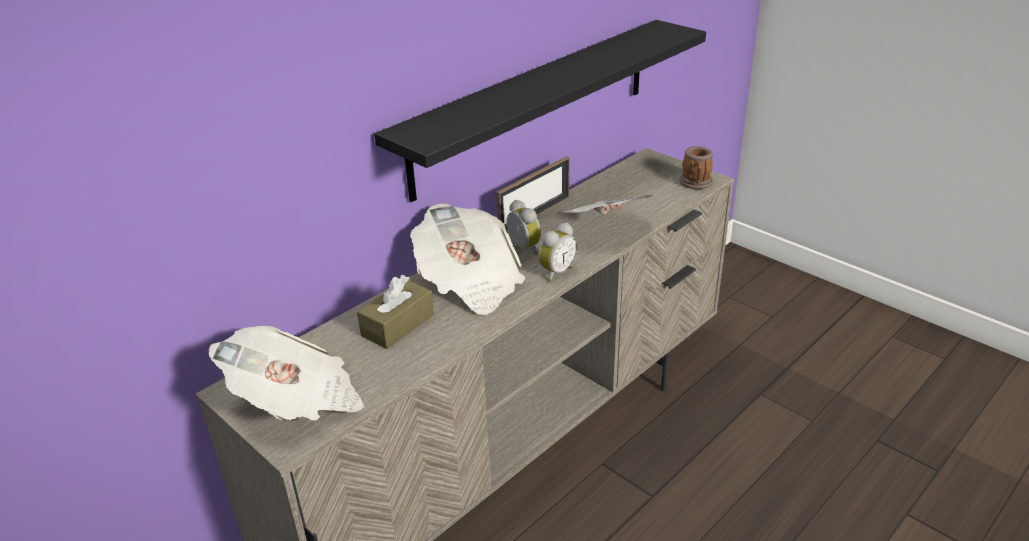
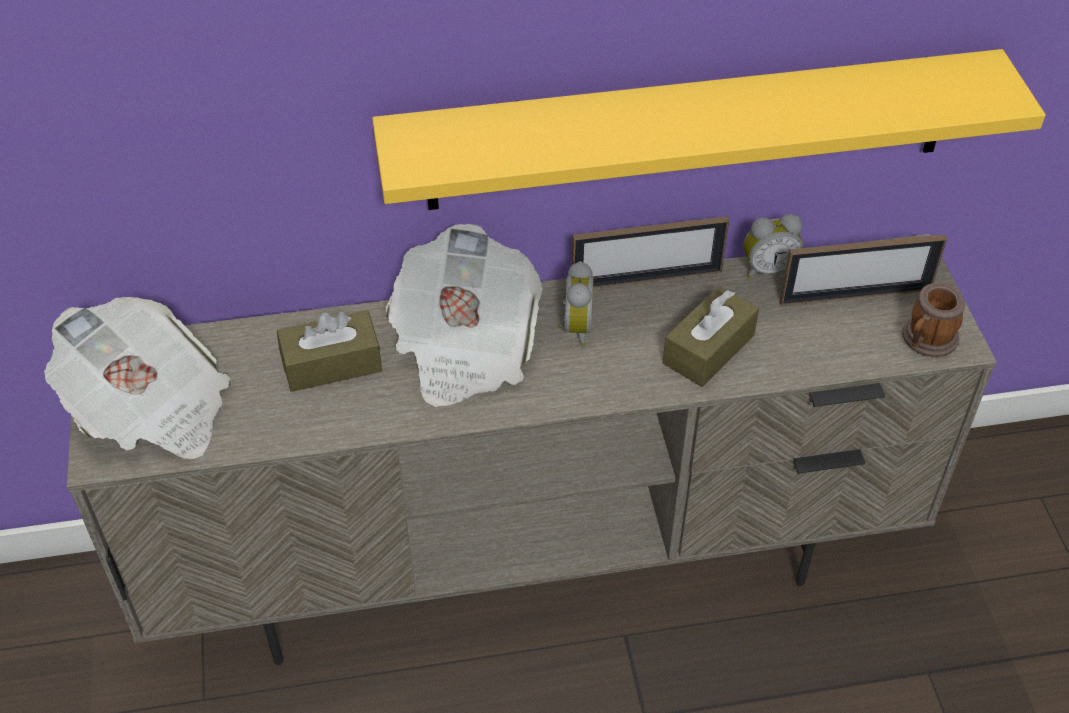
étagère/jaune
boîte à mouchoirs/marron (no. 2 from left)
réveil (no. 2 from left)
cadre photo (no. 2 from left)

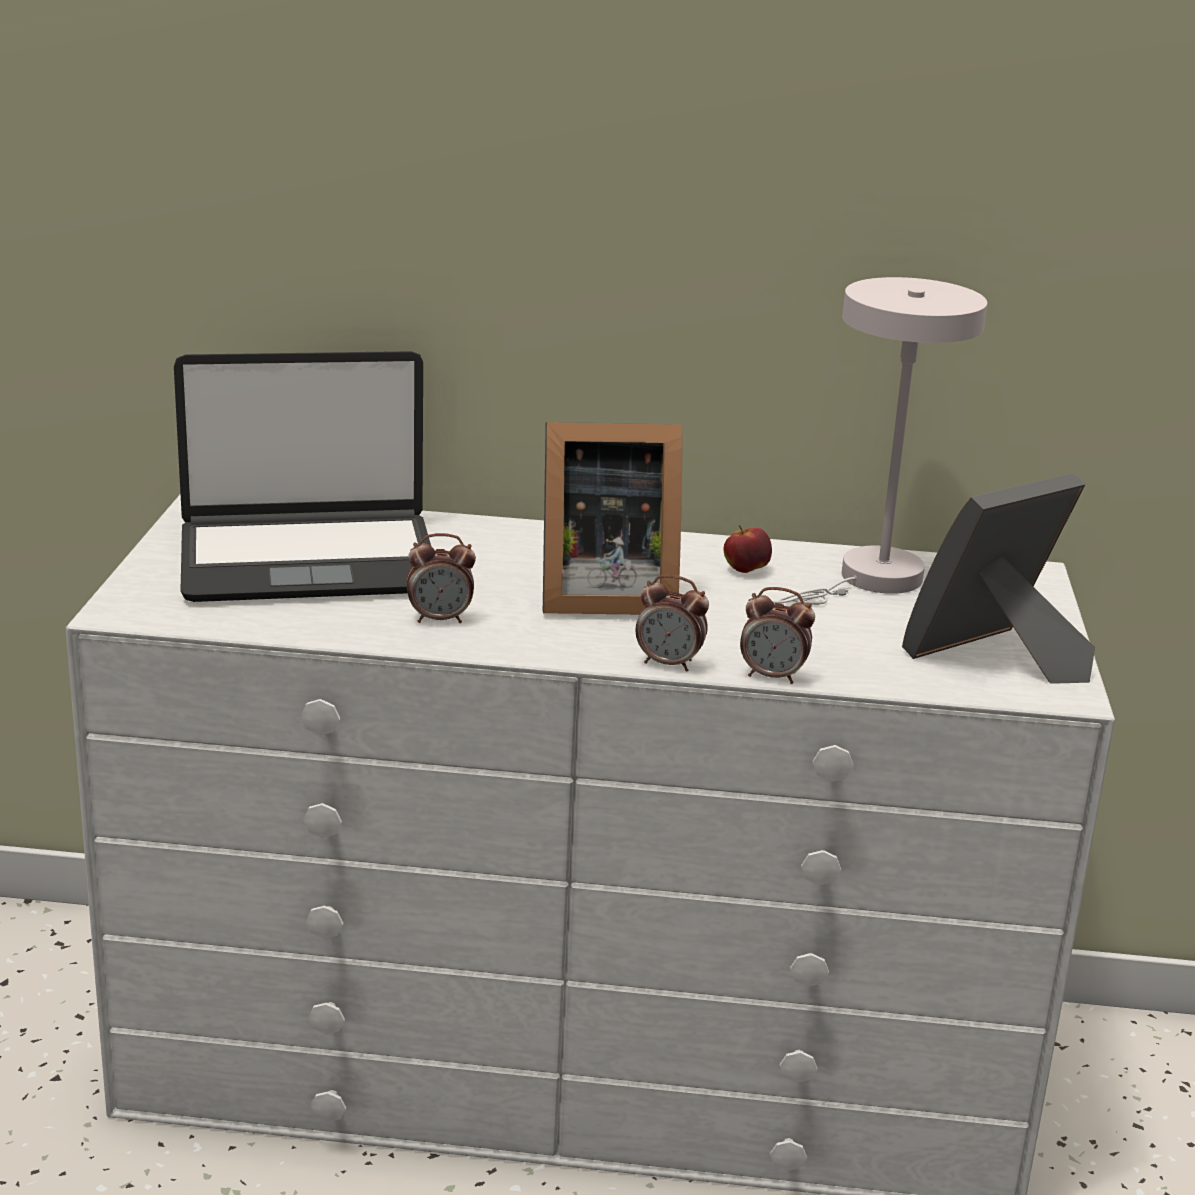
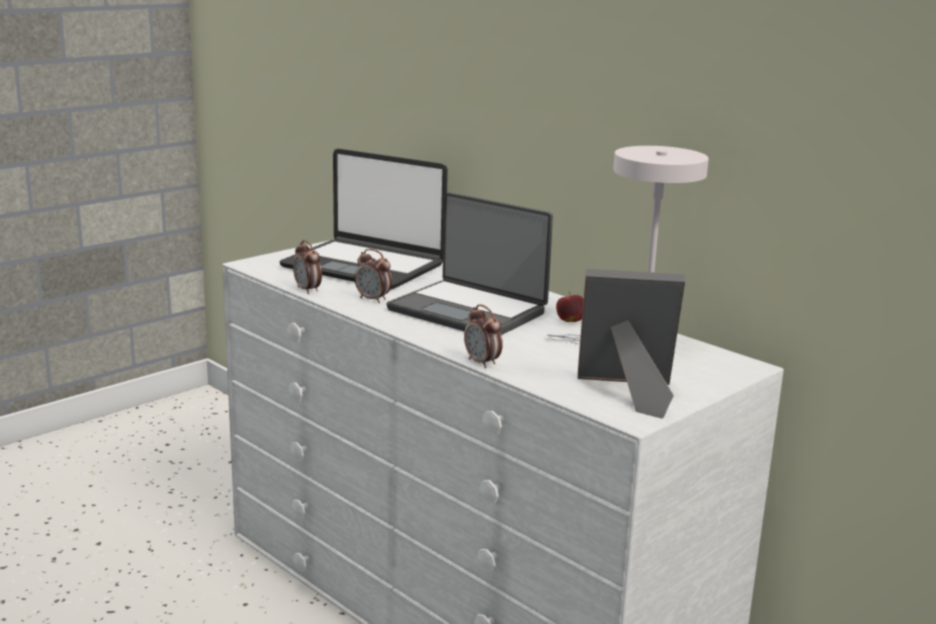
réveil (no. 1 from left)
ordinateur portable (no. 2 from left)

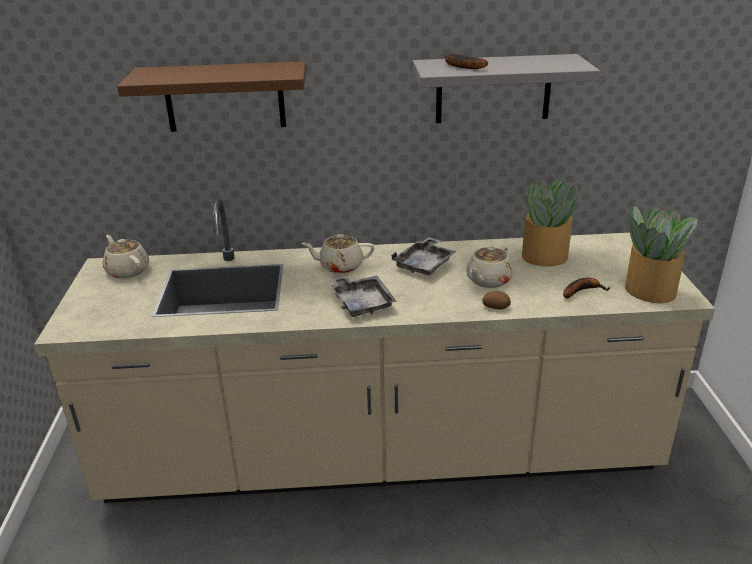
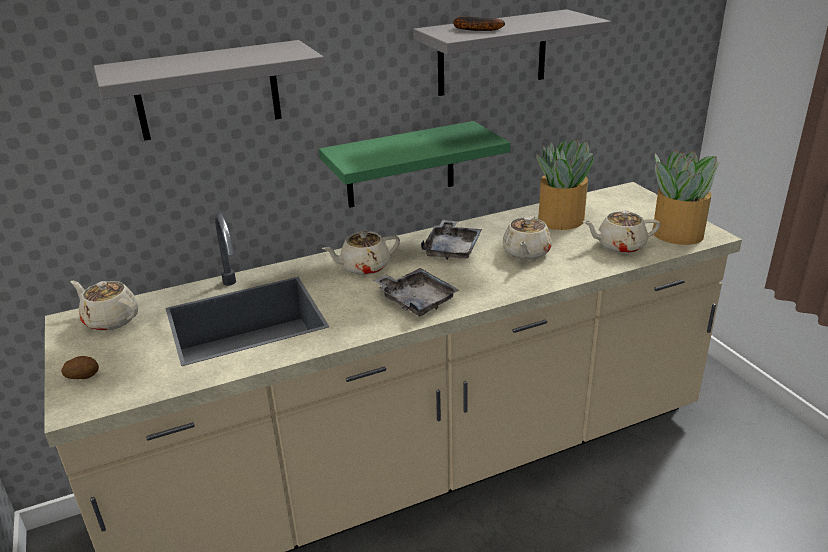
pomme de terre
étagère/gris (no. 1 from left)
étagère/vert
théière/beige (no. 4 from left)

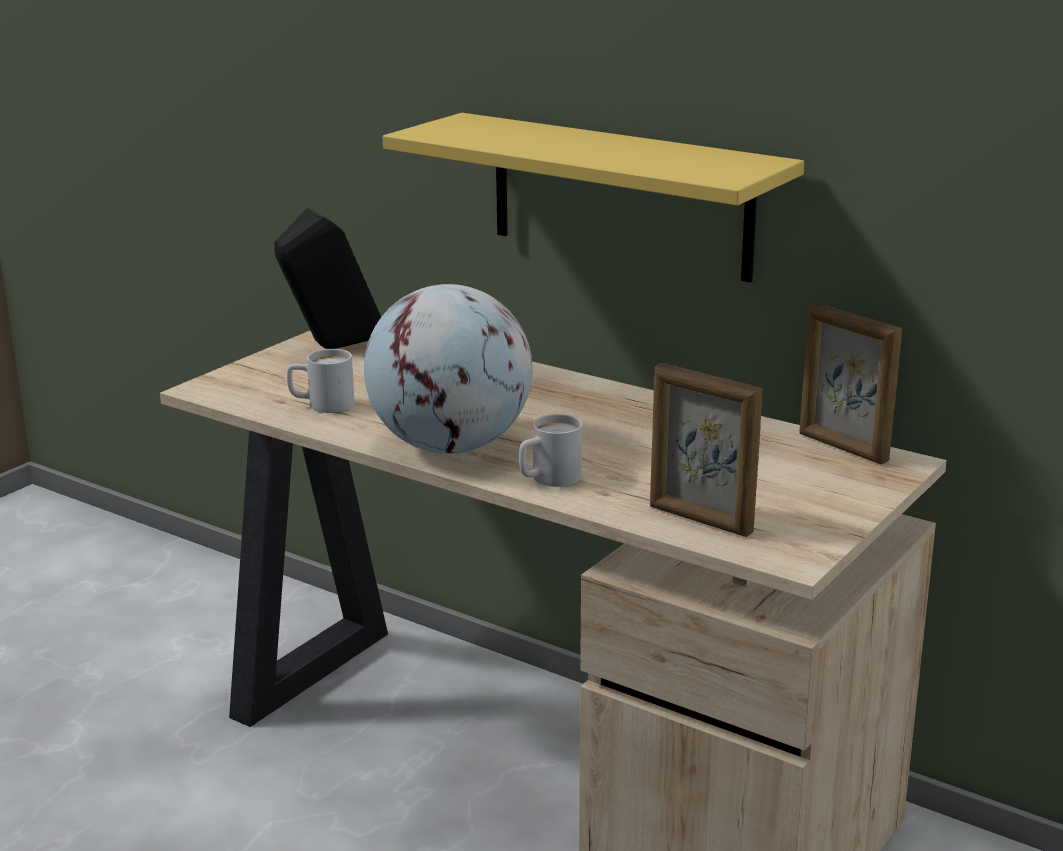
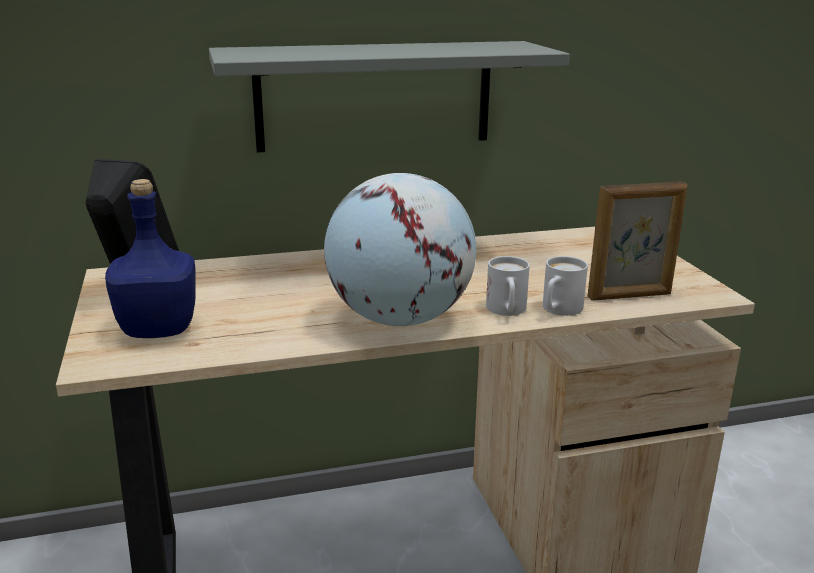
bouteille/bleu
étagère/gris
mug/blanc (no. 2 from left)
cadre photo (no. 2 from left in the first image)

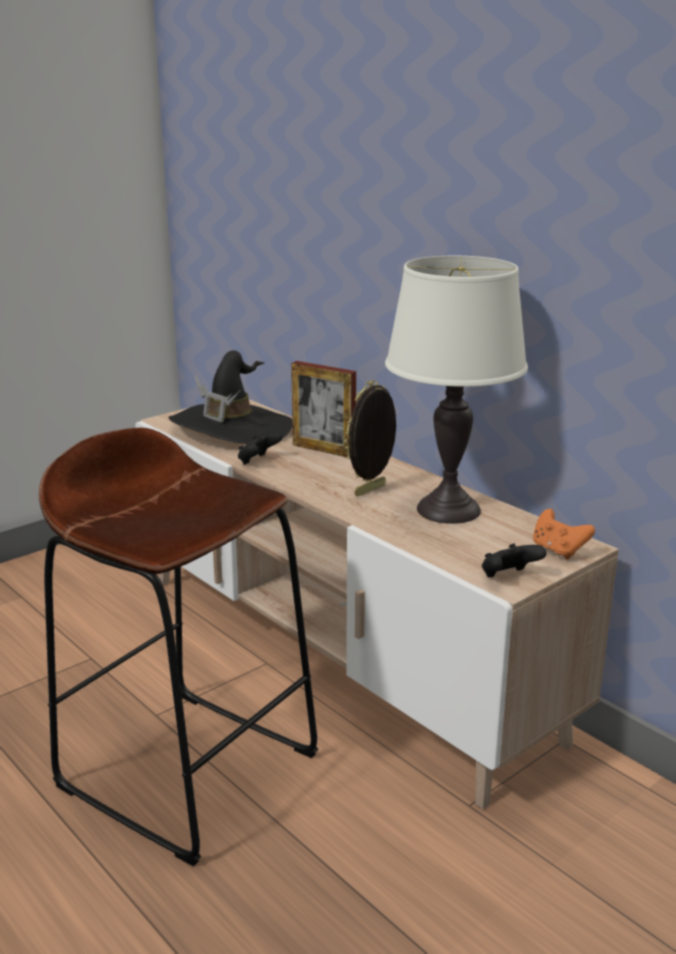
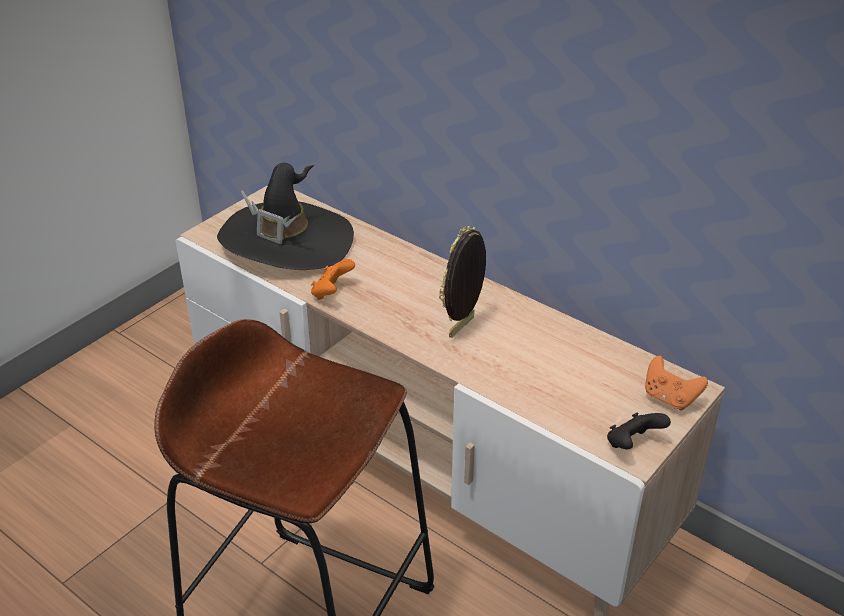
manette/orange (no. 1 from left)
cadre photo (no. 1 from left in the first image)
lampe de table/blanc

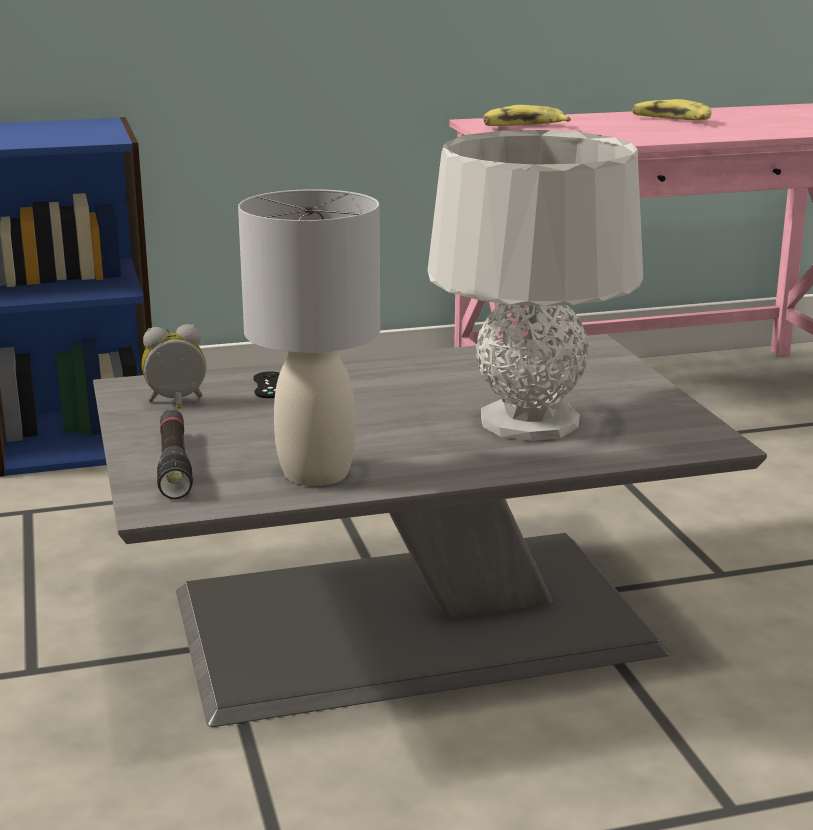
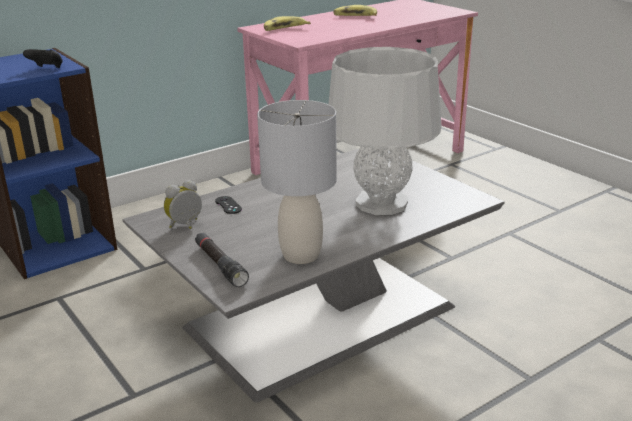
manette/noir (no. 1 from left)

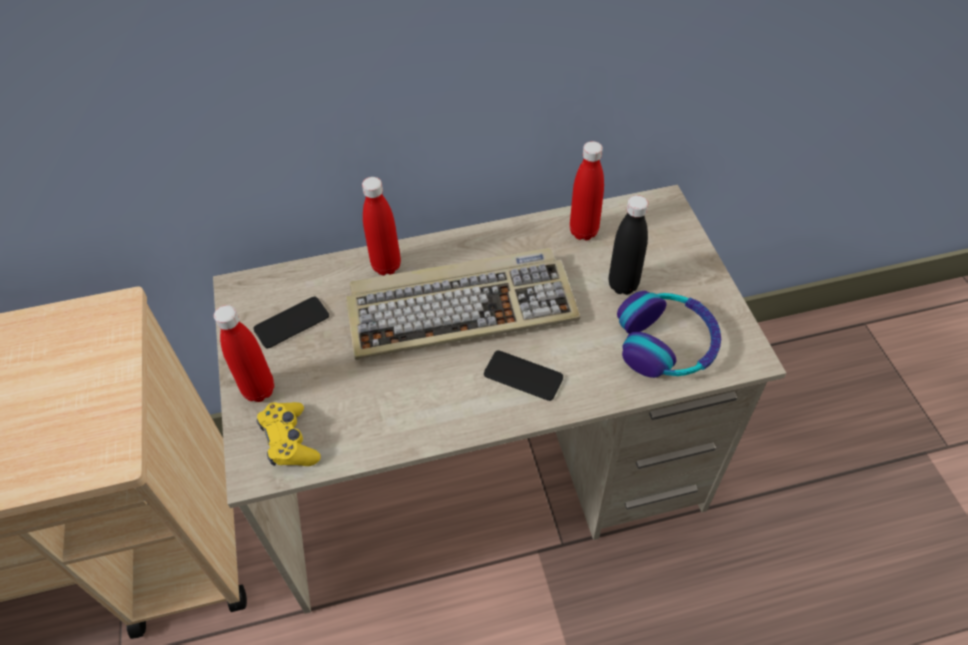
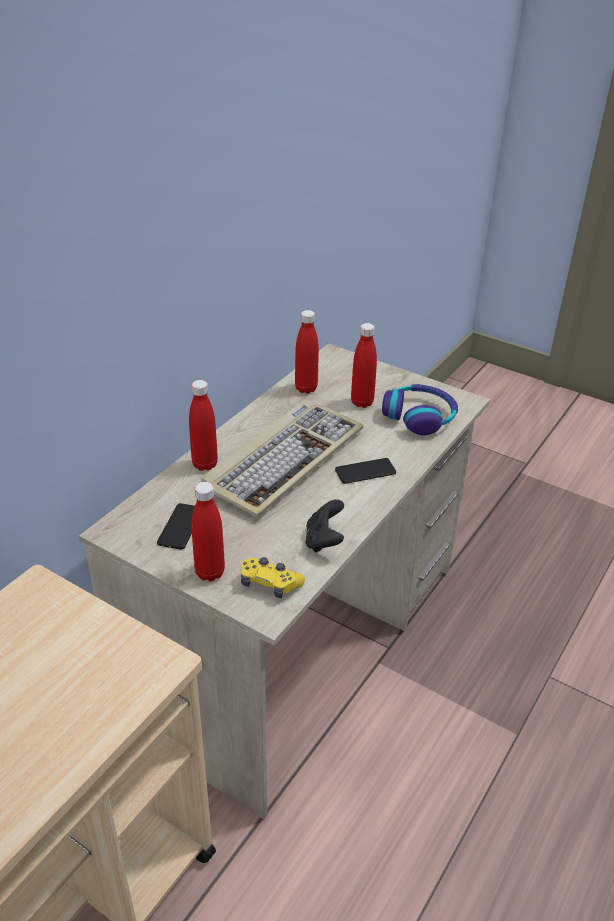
manette/noir
bouteille/rouge (no. 4 from left)

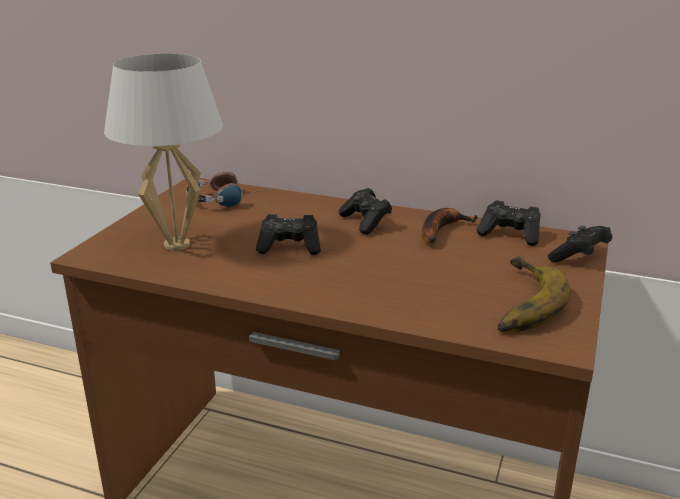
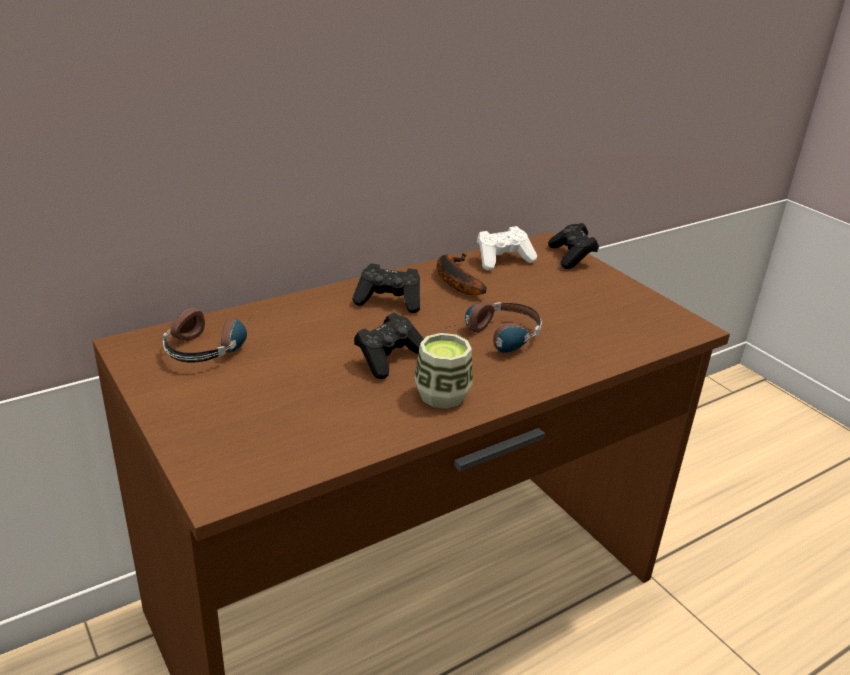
tasse
casque audio (no. 2 from left)
manette/blanc
lampe de table/blanc
banane (no. 2 from left in the first image)

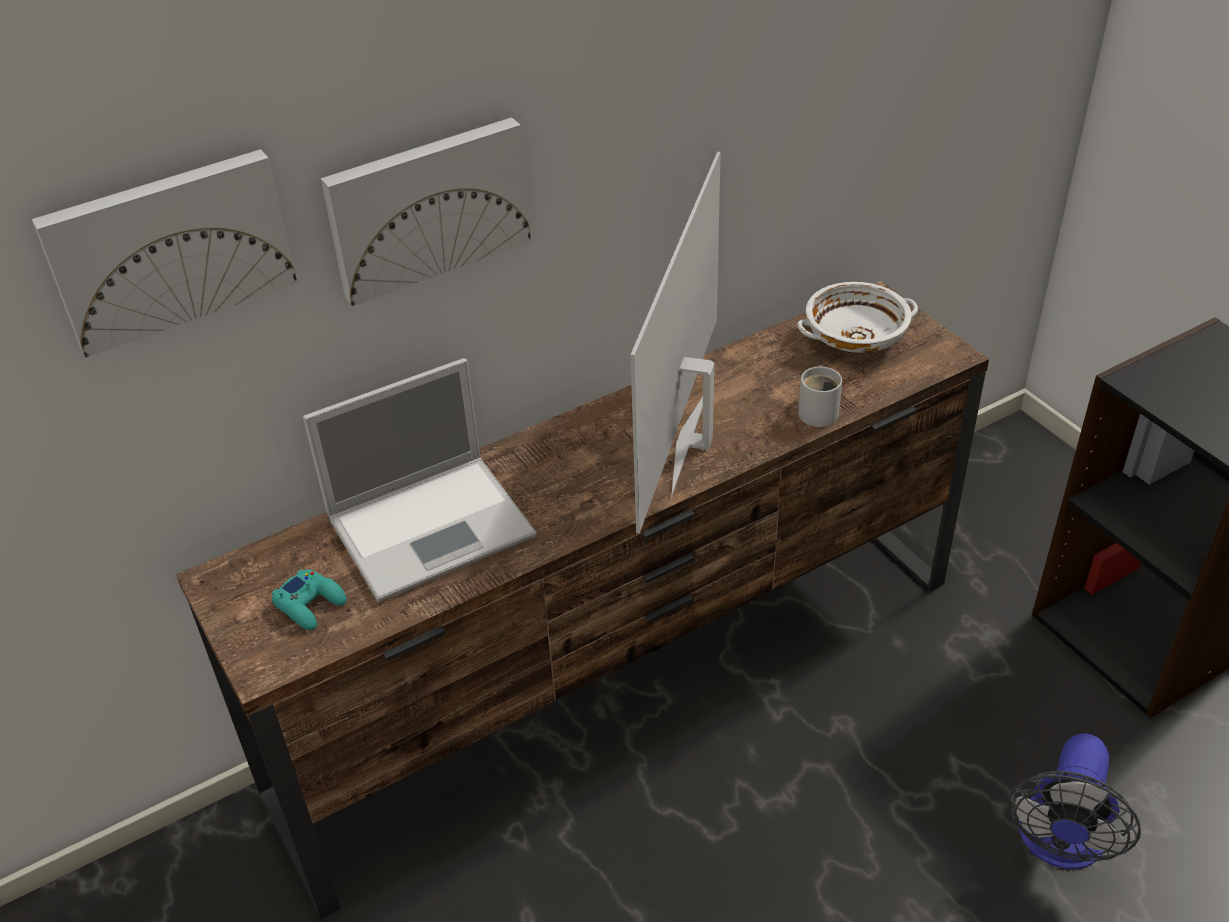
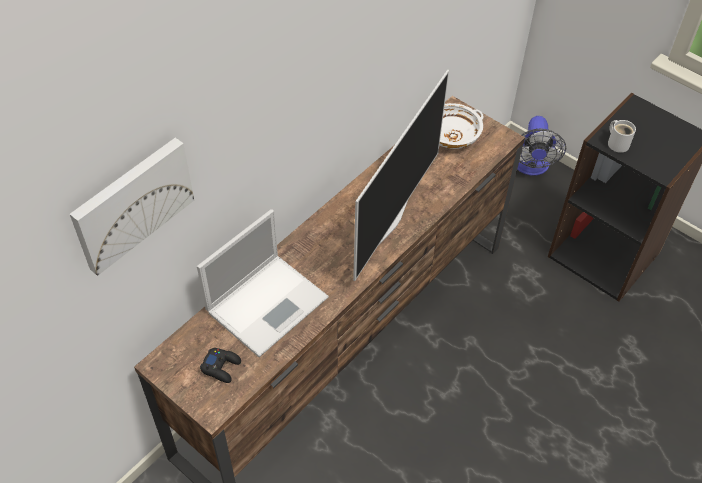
manette/noir
téléviseur
ventilateur
mug/blanc
tableau (no. 2 from left in the first image)

